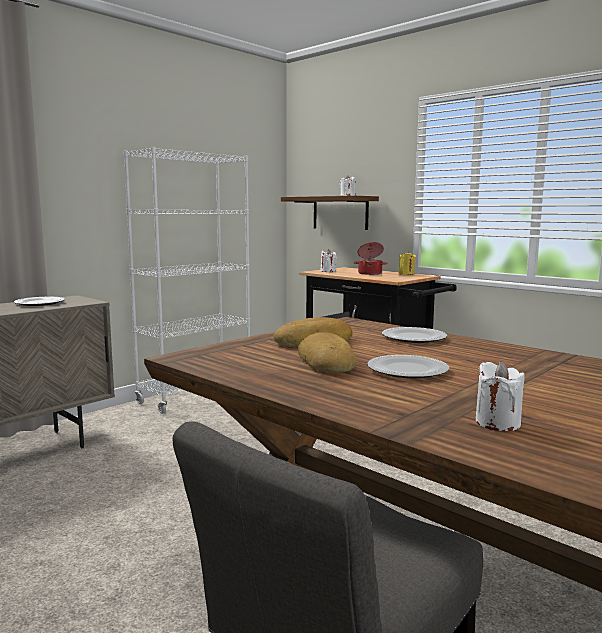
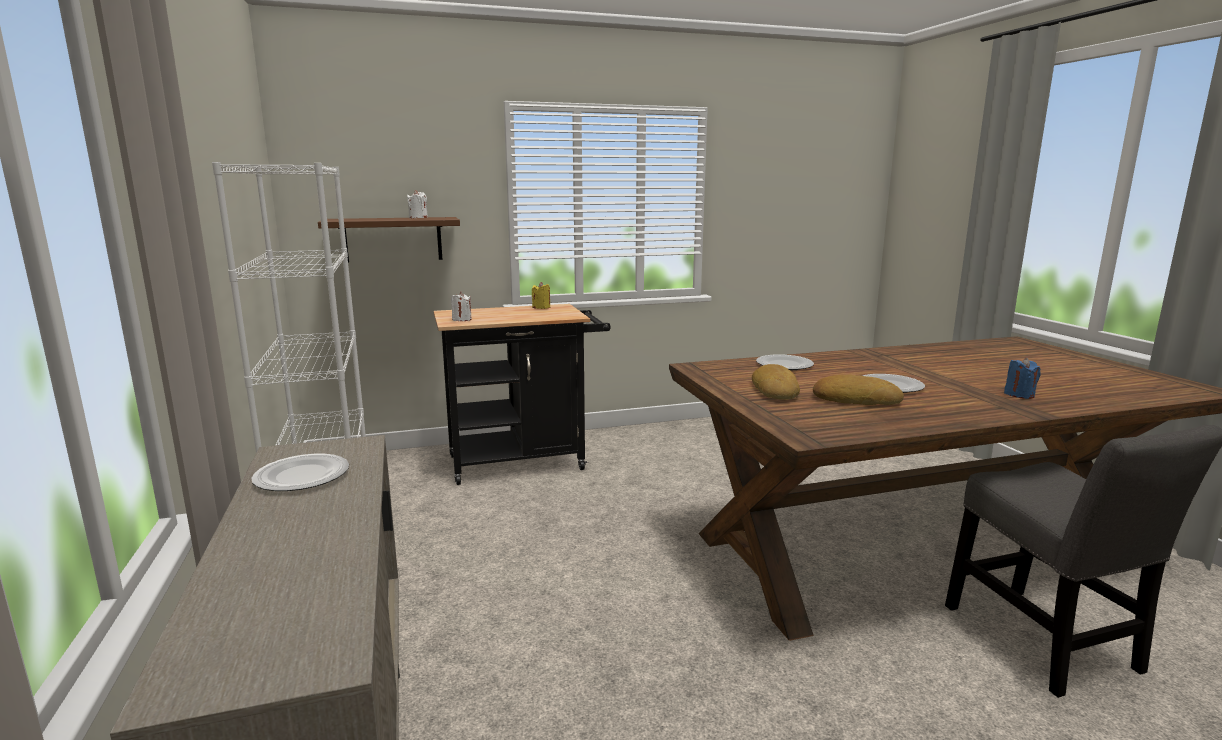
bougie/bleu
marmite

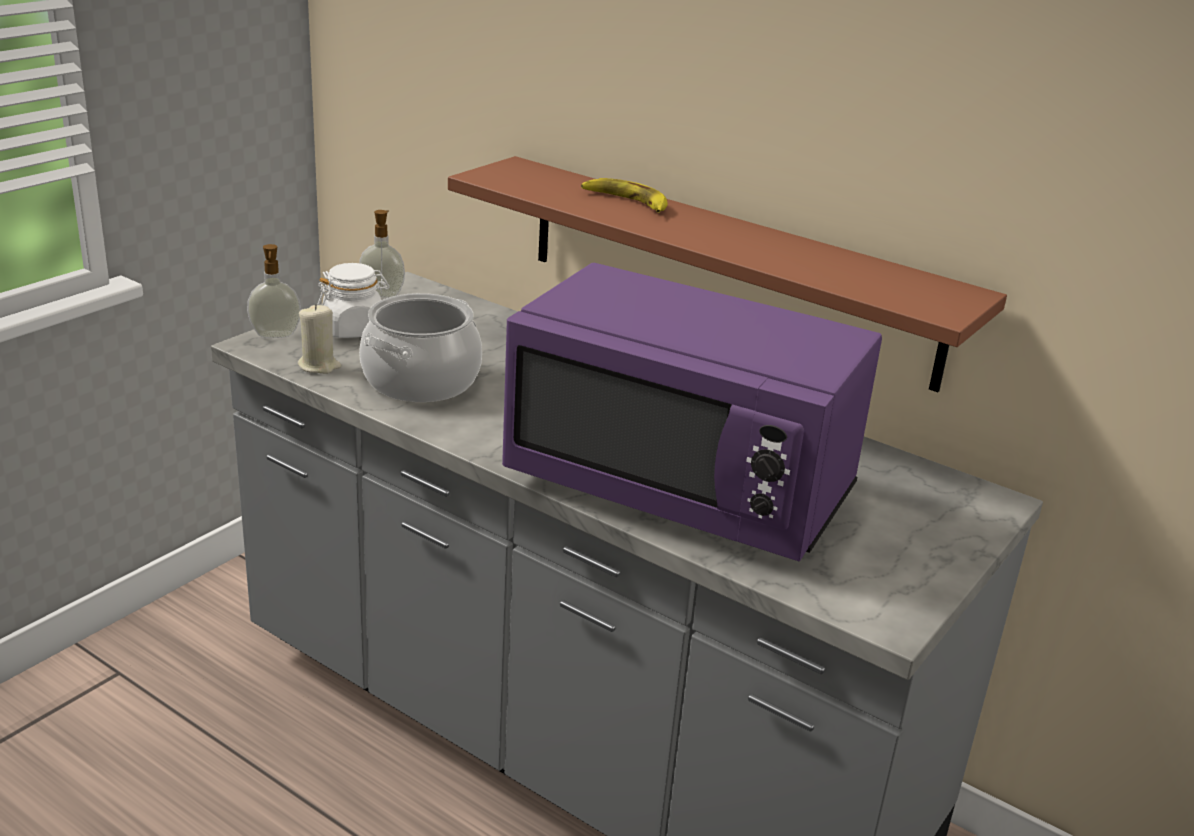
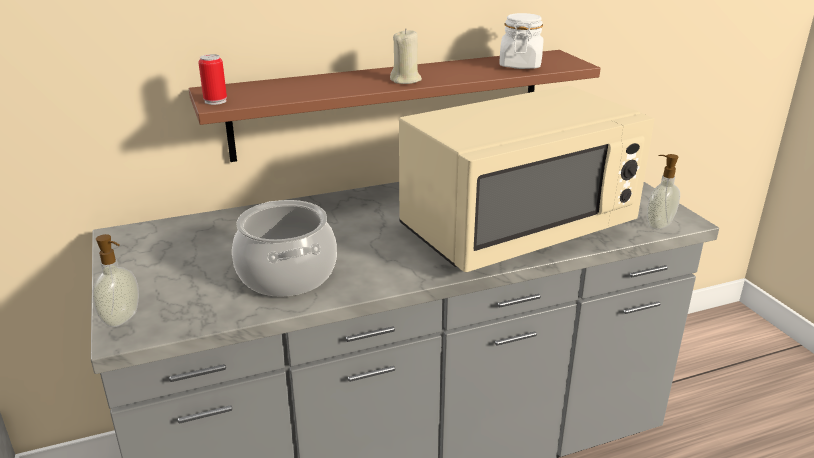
boîte métallique
bougie/beige
micro-ondes/beige
bocal/blanc
distributeur de savon (no. 2 from left)
banane

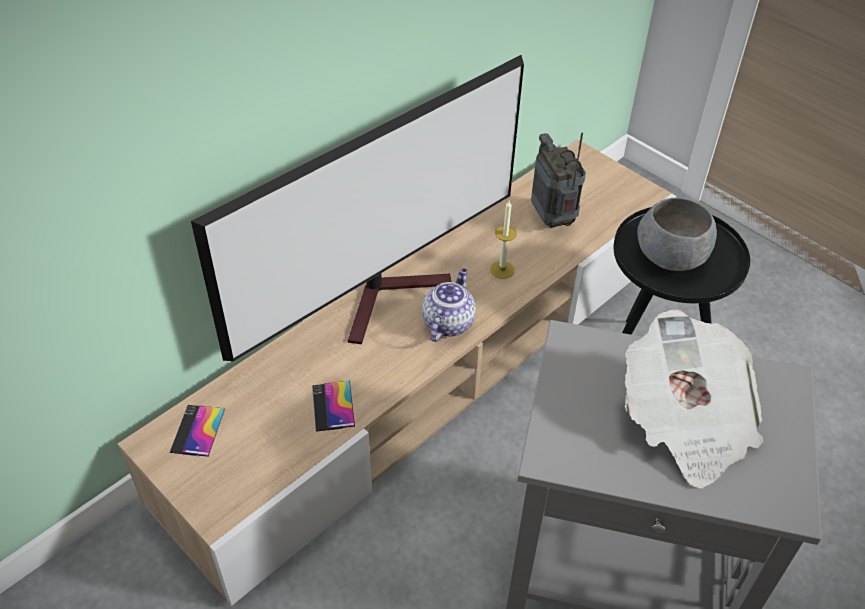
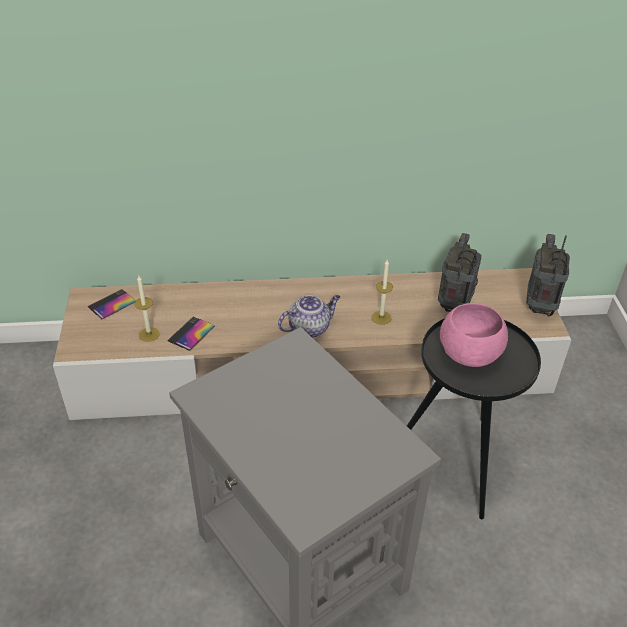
bougie (no. 1 from left)
bol/rose
radio (no. 2 from left)
téléviseur
journal

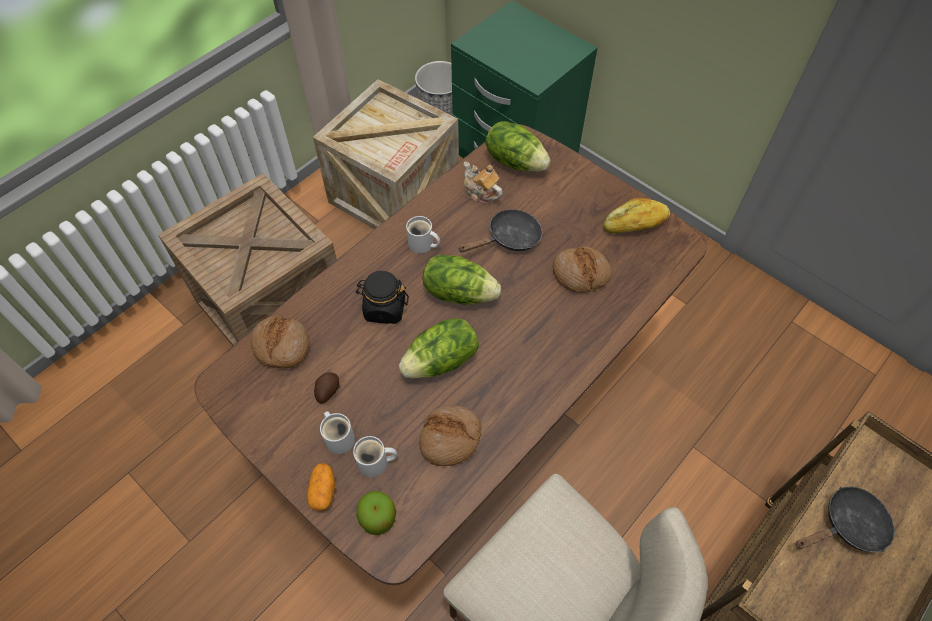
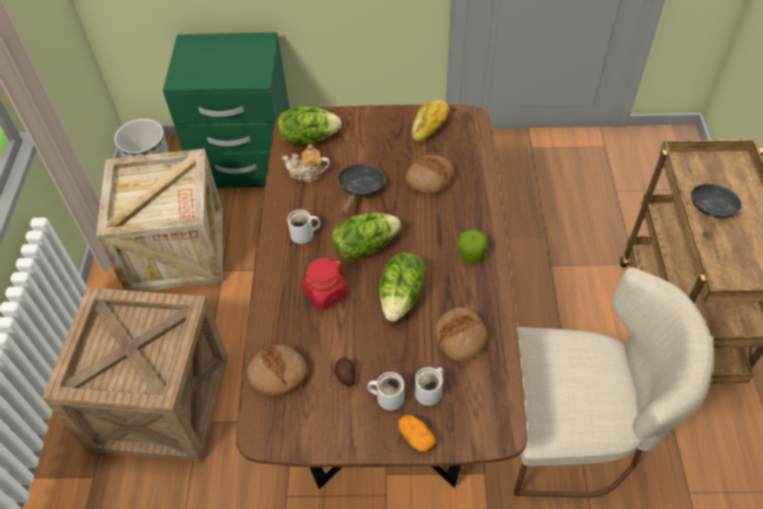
bocal/rouge
pomme

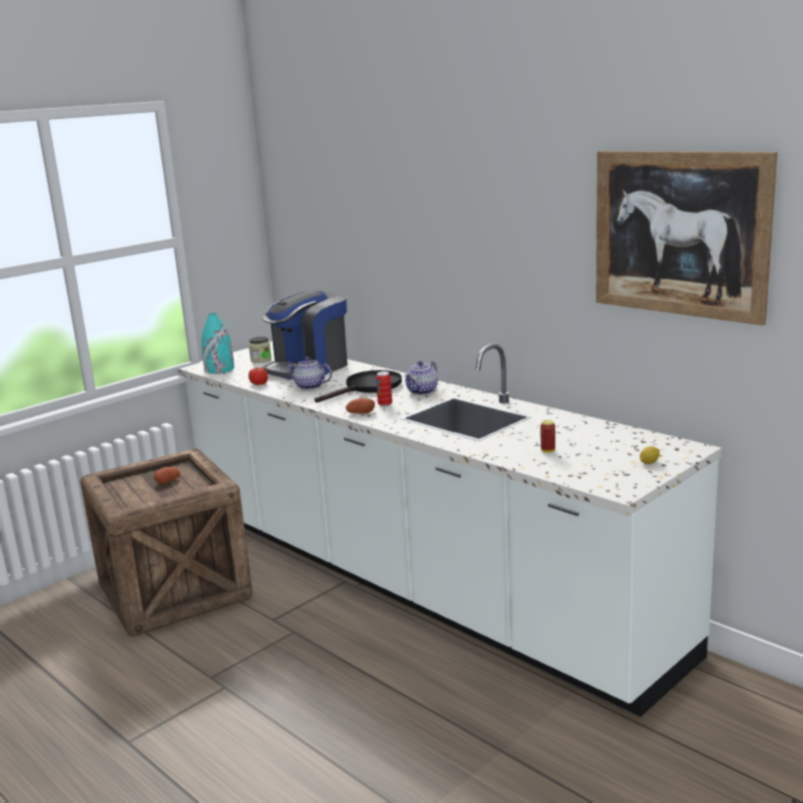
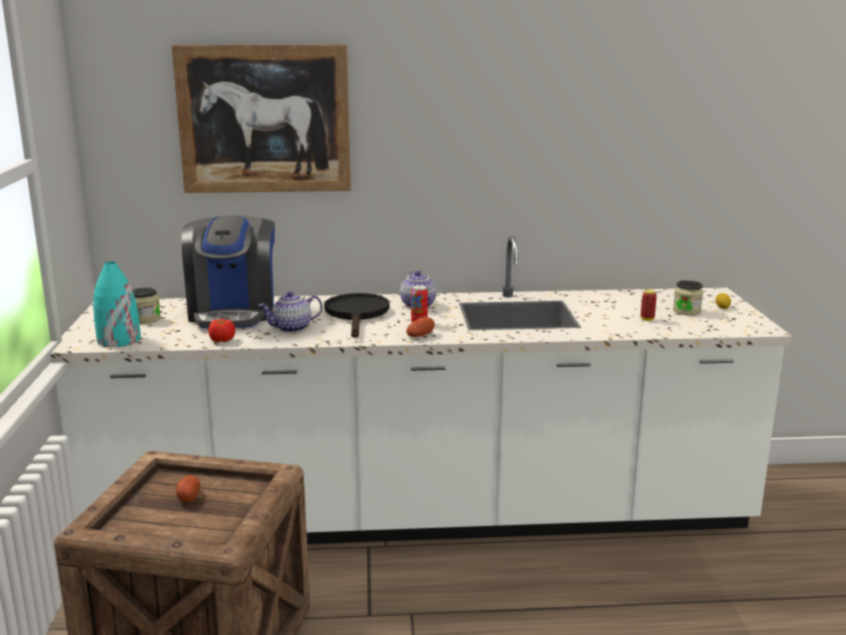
tableau
bocal (no. 2 from left)

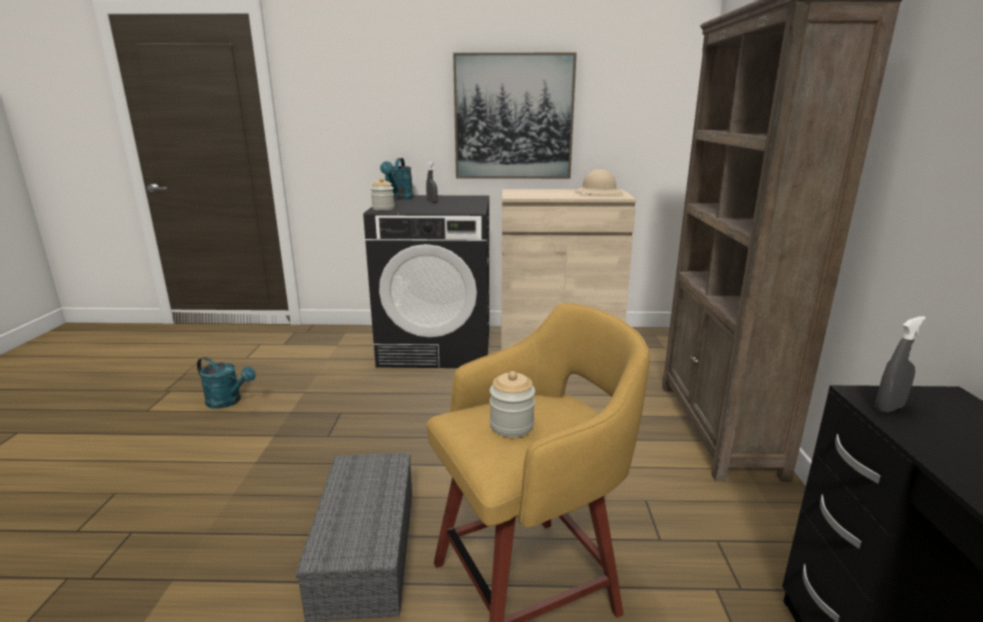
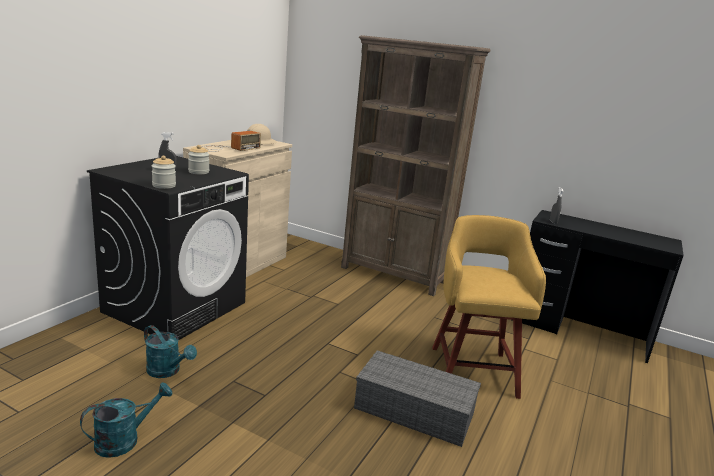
arrosoir/turquoise (no. 2 from left)
bocal (no. 2 from left)
radio
tableau

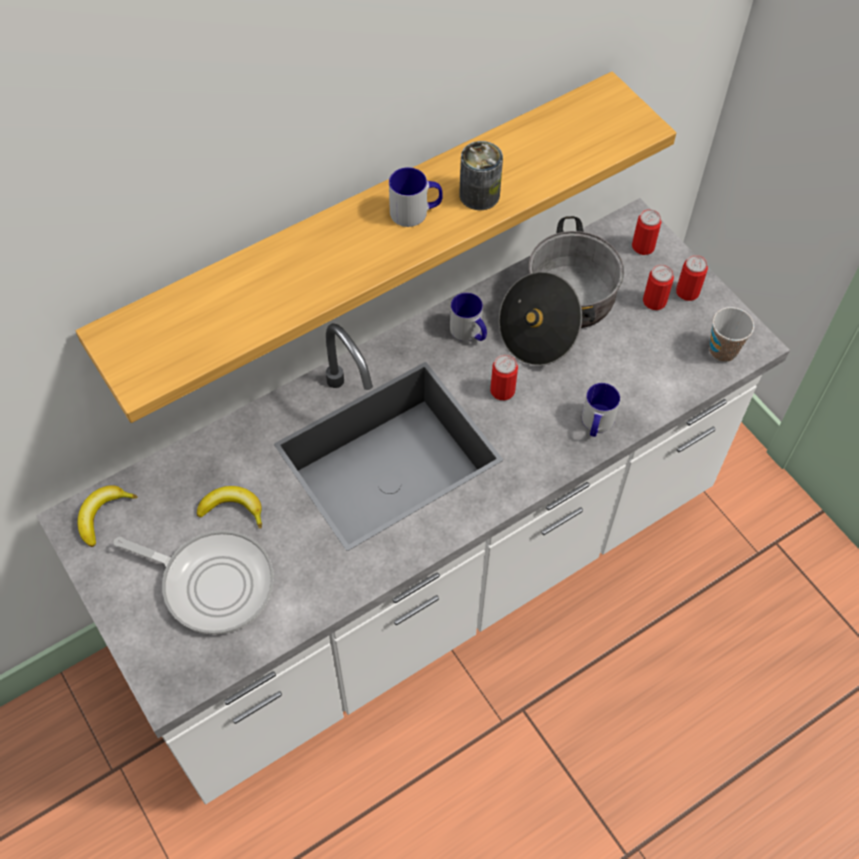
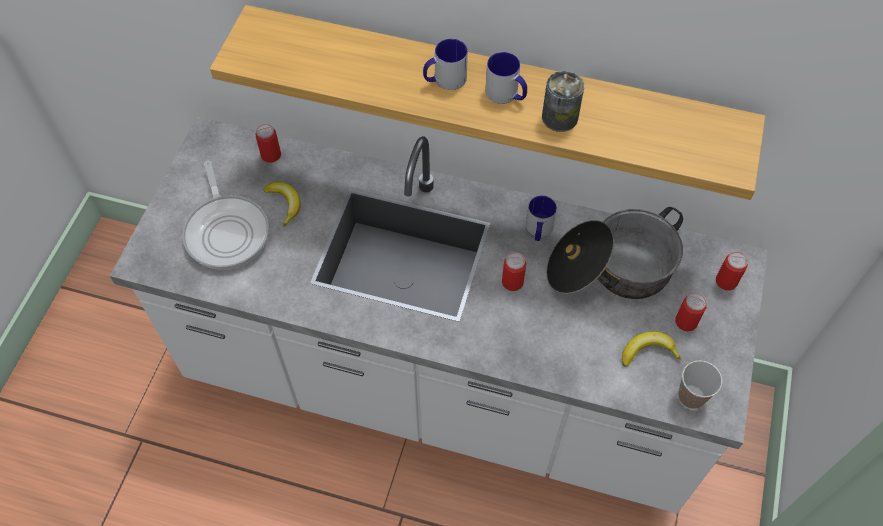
boîte métallique (no. 1 from left)
mug (no. 1 from left)
banane (no. 2 from left)

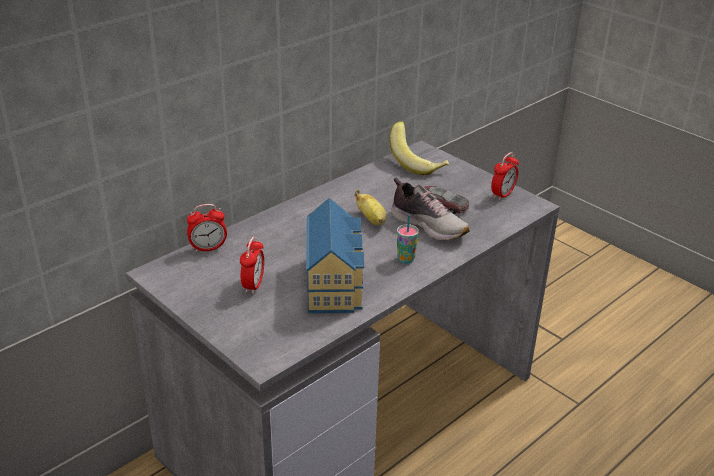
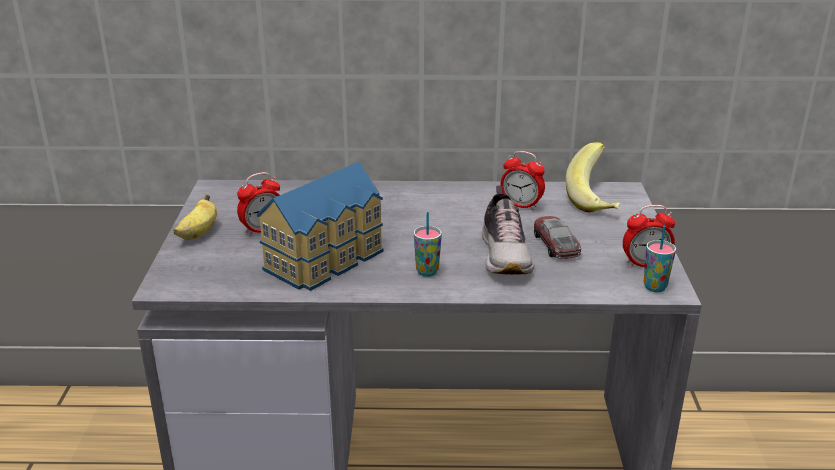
banane (no. 1 from left)
réveil (no. 2 from left)
tasse (no. 2 from left)

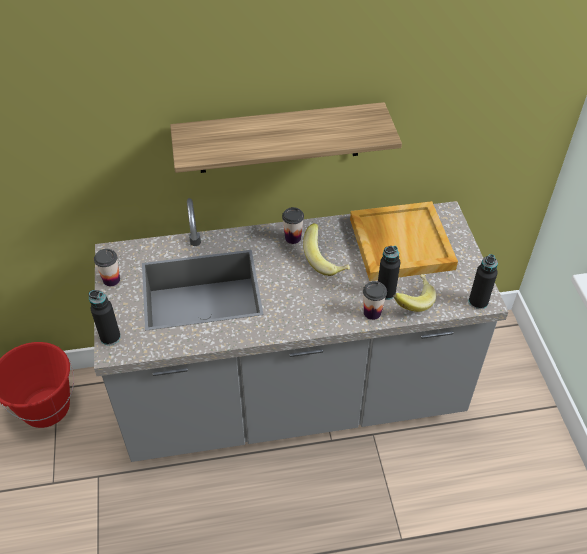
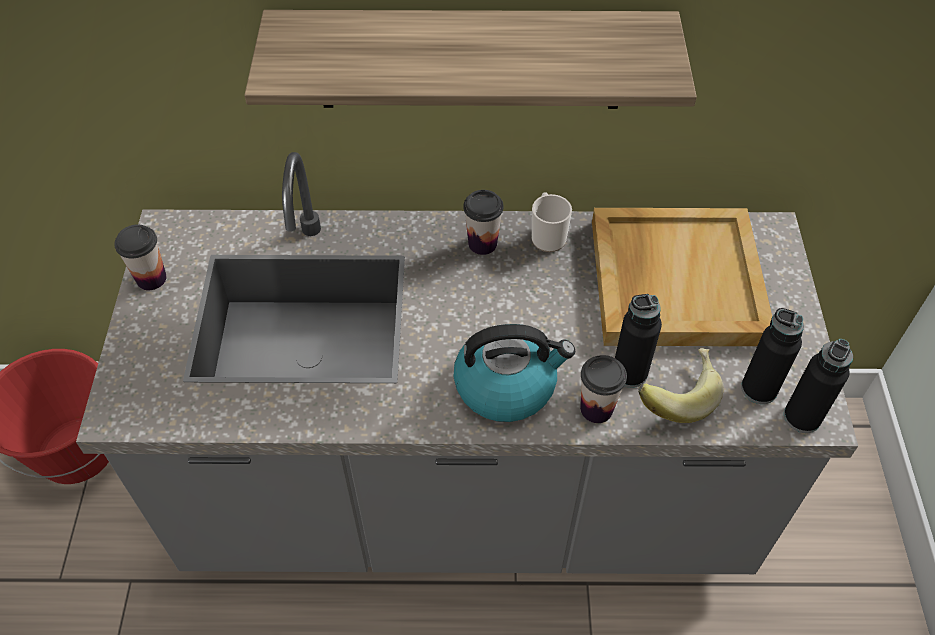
bouilloire
mug
bouteille/noir (no. 2 from left)
banane (no. 1 from left in the first image)

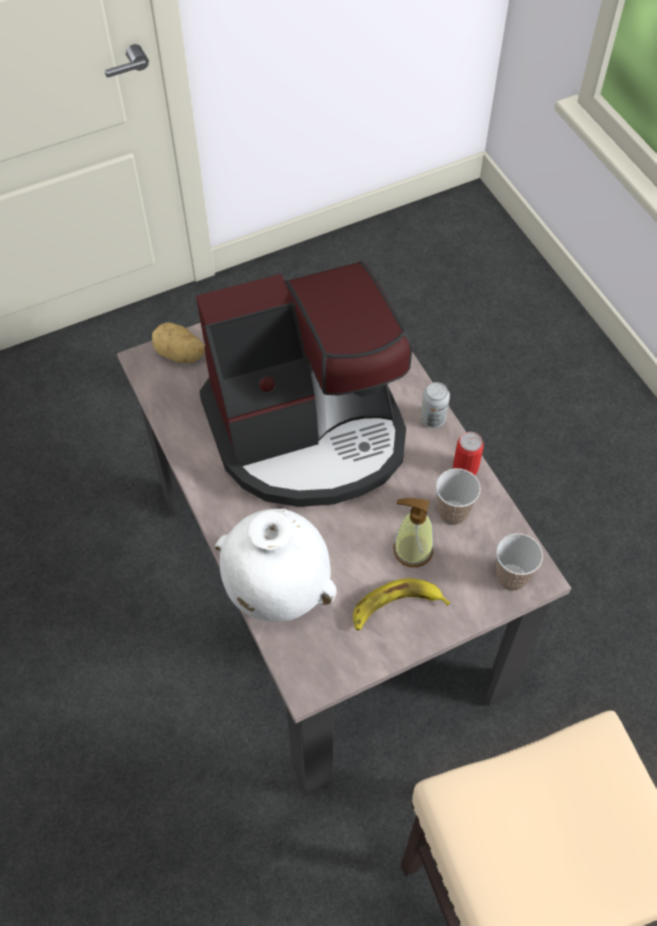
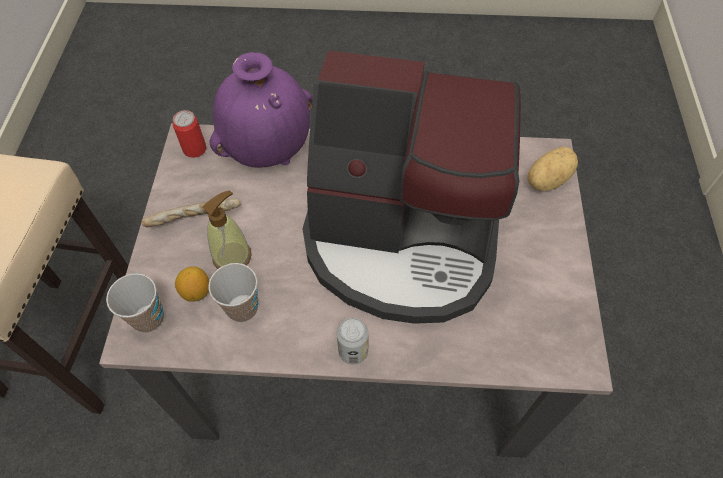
pain
boîte métallique (no. 1 from left)
citron
vase/violet
machine à café

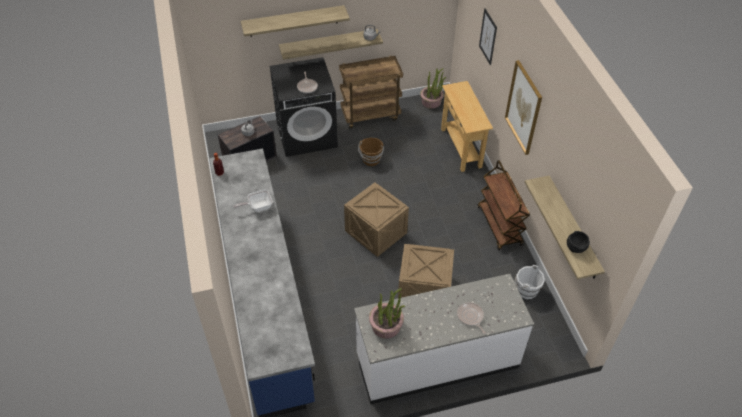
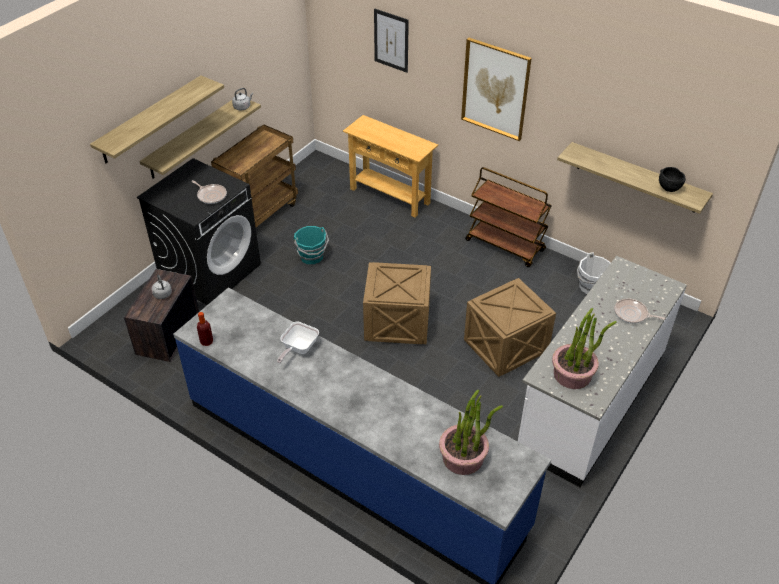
seau/turquoise
plante en pot (no. 1 from left)

